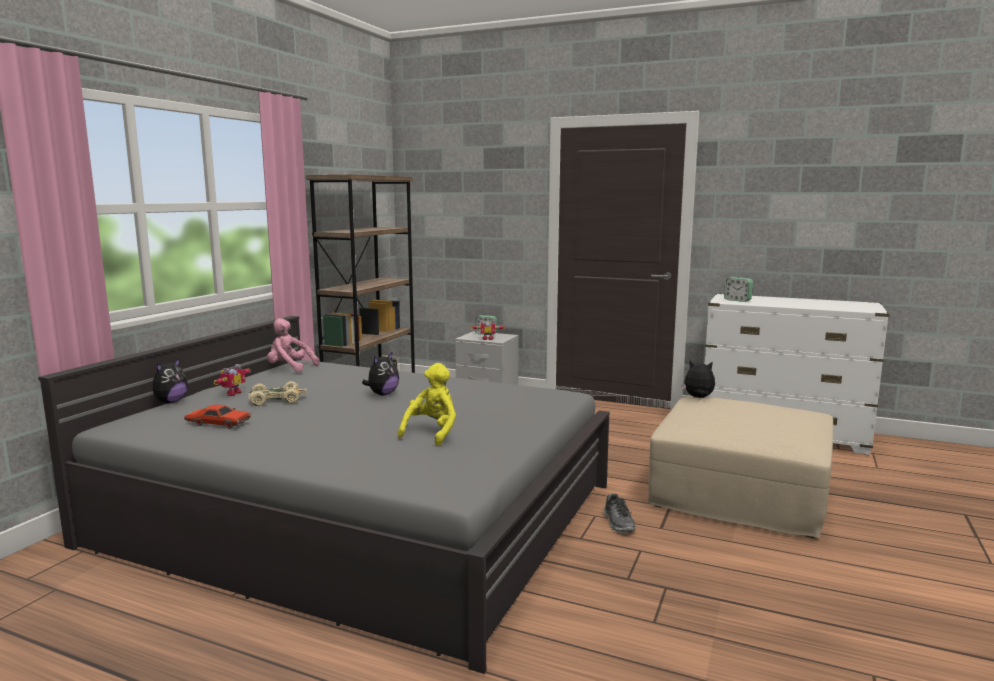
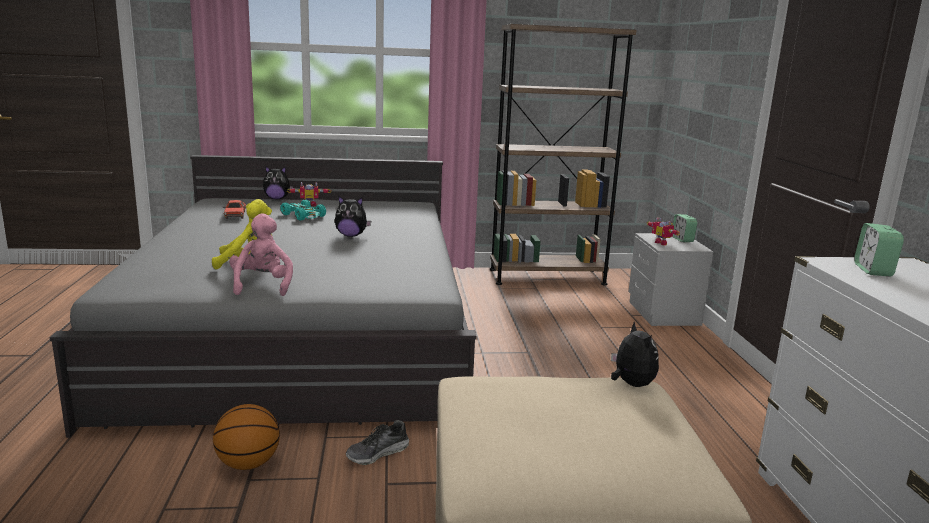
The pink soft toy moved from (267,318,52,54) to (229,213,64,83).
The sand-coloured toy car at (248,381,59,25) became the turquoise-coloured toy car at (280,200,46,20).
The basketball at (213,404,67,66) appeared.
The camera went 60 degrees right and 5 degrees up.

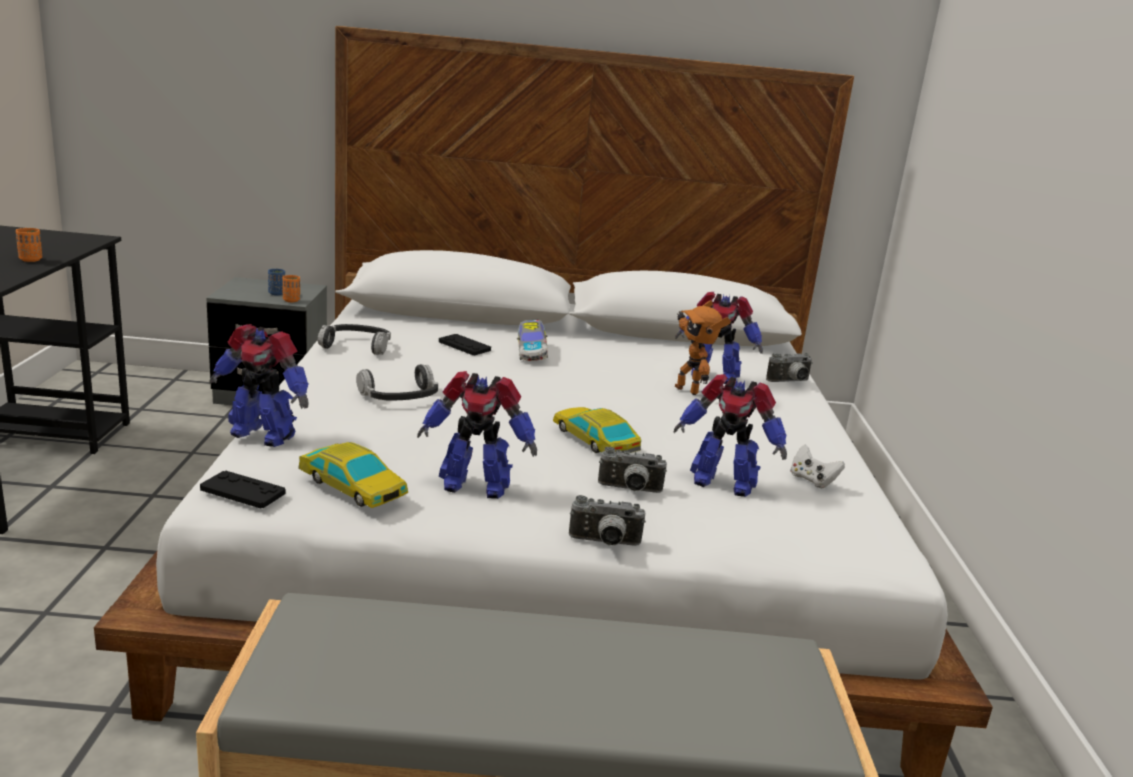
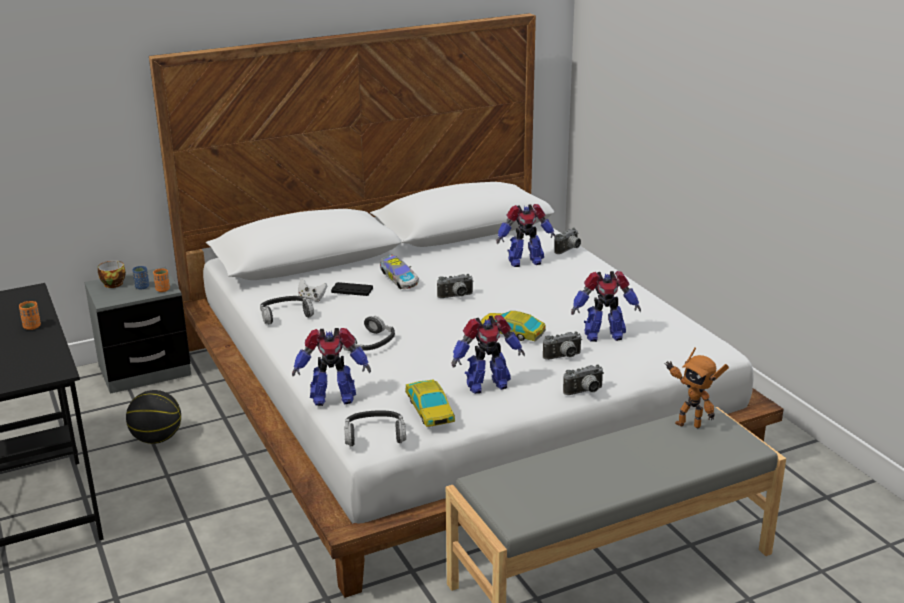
The model robot moved from (675,300,56,95) to (665,348,64,80).
The toy car at (298,442,110,66) turned 60 degrees clockwise.
The white-coloured gamepad moved from (790,444,55,44) to (298,279,29,23).
The black gamepad at (200,471,86,37) was replaced by the headset at (344,410,62,36).
The small cup at (98,261,28,27) appeared.
The still camera at (437,274,37,24) appeared.
The basketball at (126,390,55,54) appeared.
The camera went 25 degrees left and 5 degrees up.

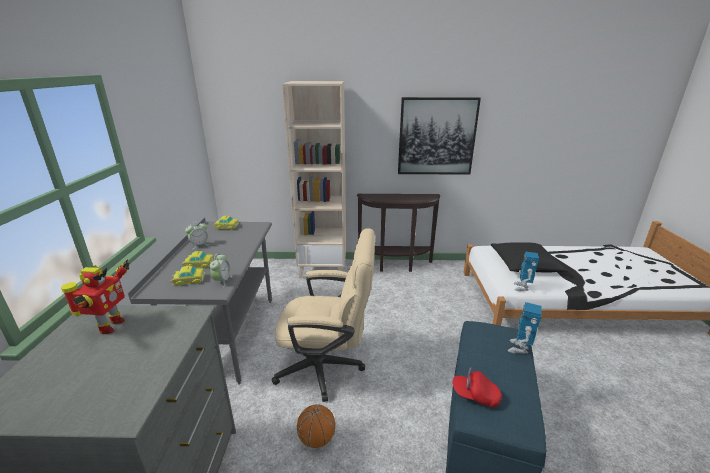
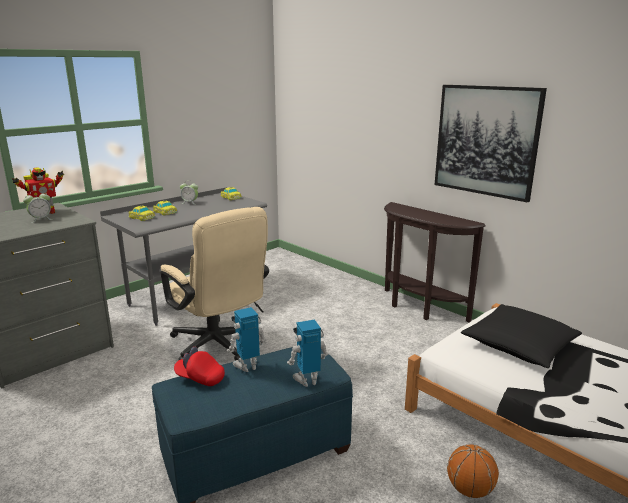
The sand-coloured bookshelf at (282,81,64,197) disappeared.
The model robot moved from (513,252,26,39) to (227,307,39,65).
The alarm clock moved from (210,253,22,34) to (23,190,29,33).
The red cap at (452,367,50,40) turned 45 degrees counterclockwise.
The basketball moved from (297,405,38,43) to (447,445,52,53).
The camera went 45 degrees right and 5 degrees down.

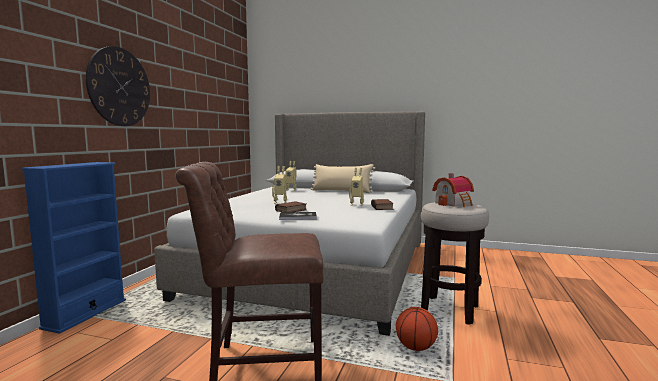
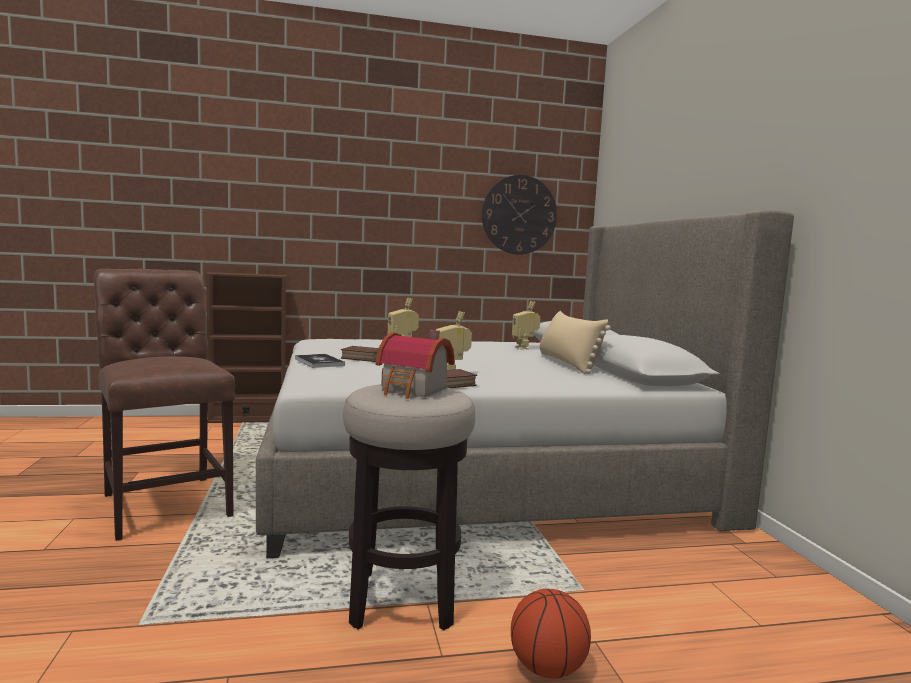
The hanging clock moved from (86,46,64,80) to (482,175,75,80).
The blue bookshelf at (22,162,104,172) became the brown-coloured bookshelf at (204,272,83,151).
The basketball moved from (396,307,42,44) to (511,589,80,90).
The camera went 60 degrees right and 0 degrees up.

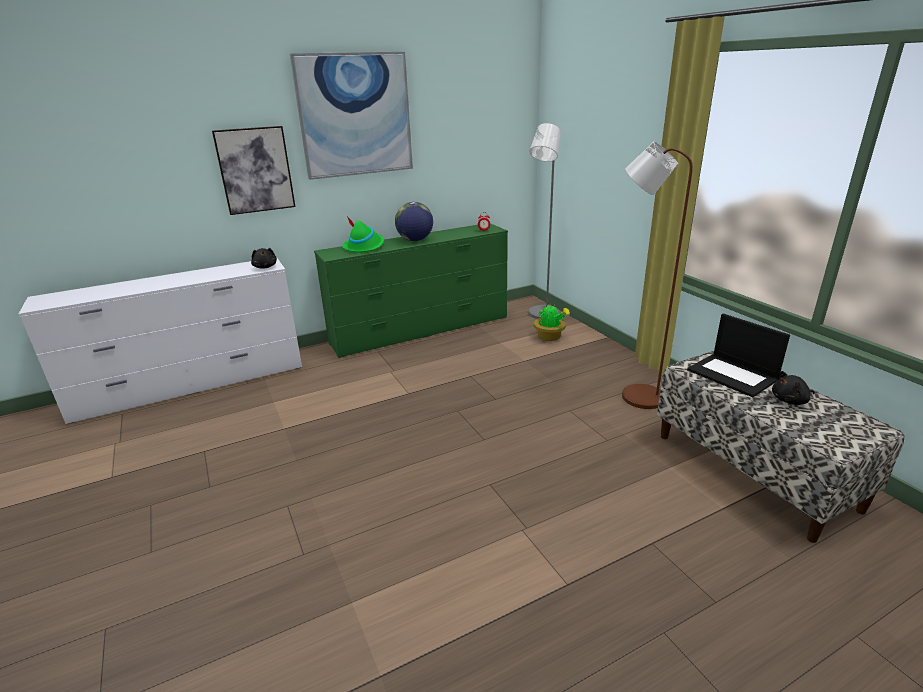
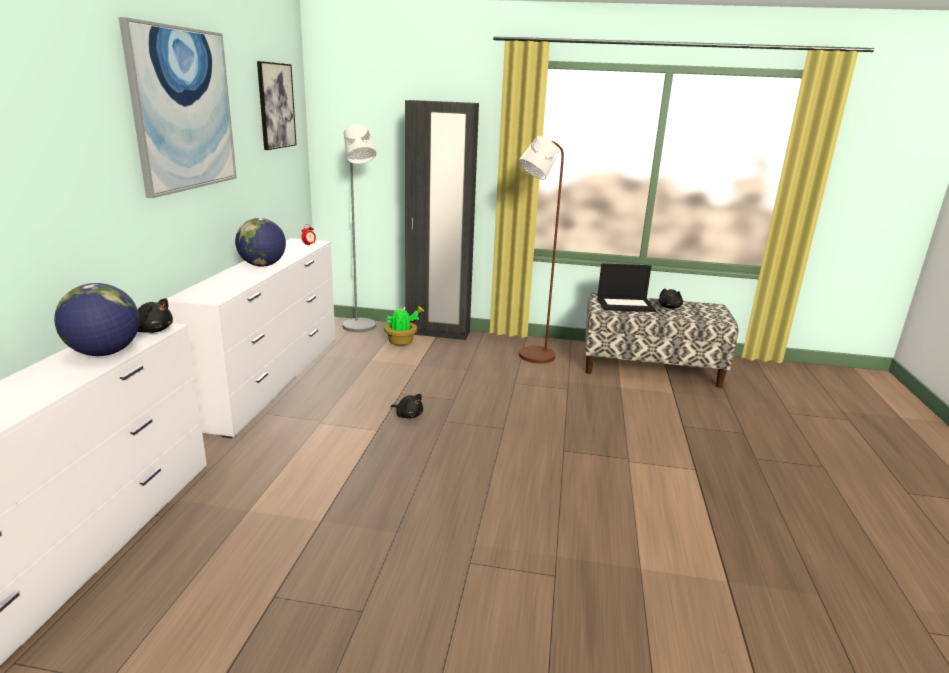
The picture moved from (212,126,84,89) to (257,61,39,89).
The green-coloured hat at (342,216,42,37) disappeared.
The green-coloured chest of drawers at (314,223,194,135) became the white-coloured chest of drawers at (166,238,169,200).
The black wardrobe at (405,100,74,240) appeared.
The globe at (54,283,86,73) appeared.
The black soft toy at (391,394,32,25) appeared.
The camera went 55 degrees left and 5 degrees down.

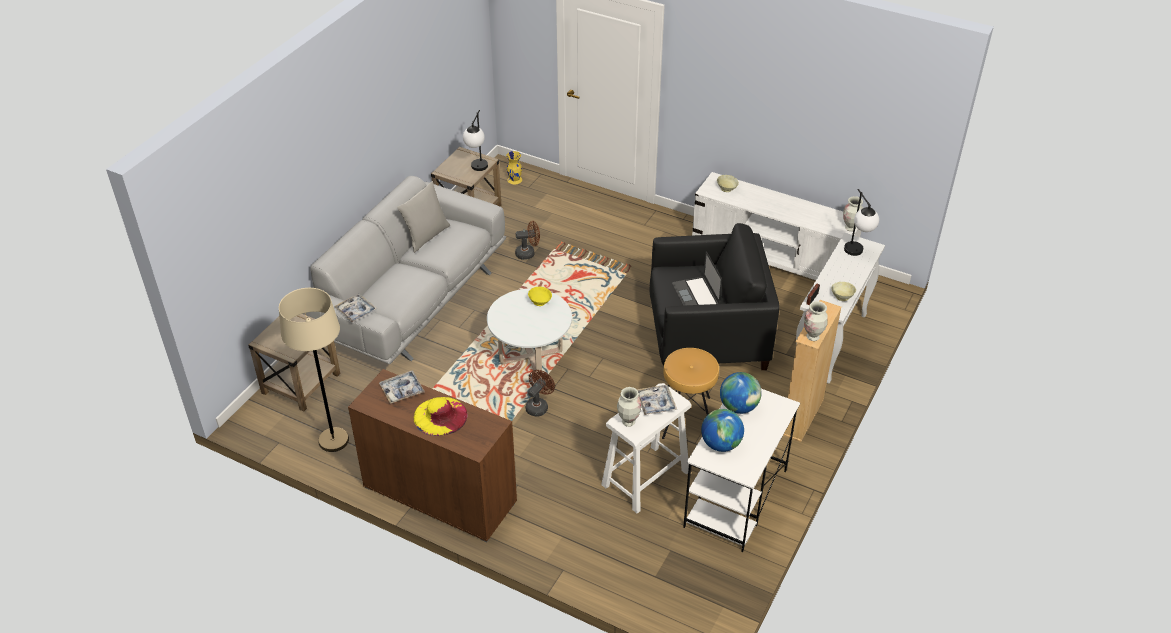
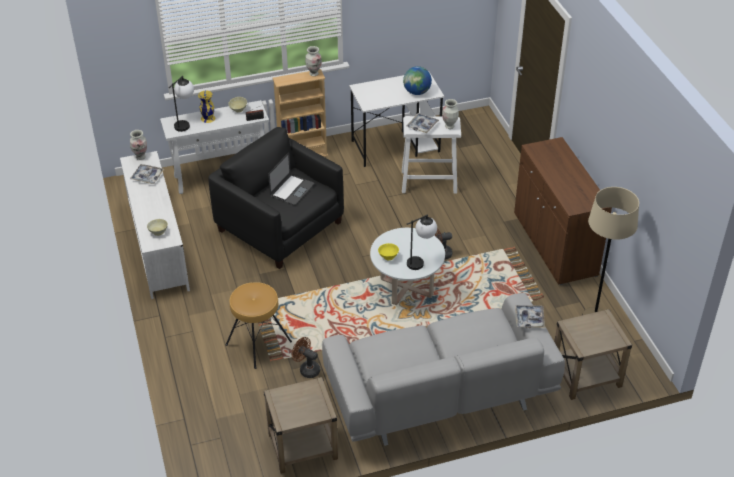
The table lamp moved from (463,110,25,61) to (407,215,30,55).
The yellow-coloured flower vase moved from (506,151,16,33) to (198,91,17,32).
The gray pillow at (397,181,53,72) disappeared.
The brown-coloured stool moved from (662,348,57,91) to (226,282,66,87).
The carrying tray moved from (379,370,46,34) to (130,164,34,20).
The globe at (720,372,42,42) disappeared.
The yellow-coloured hat at (414,397,54,39) disappeared.
The camera went 135 degrees left and 0 degrees up.

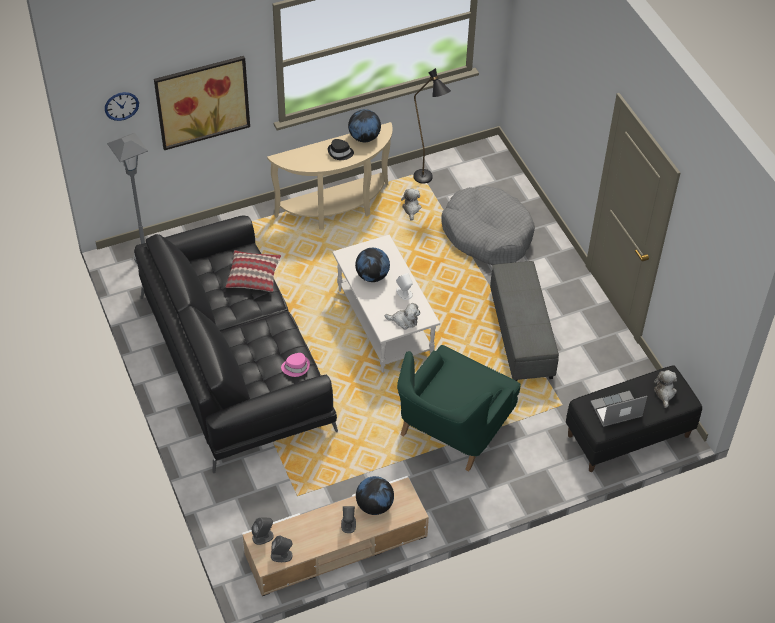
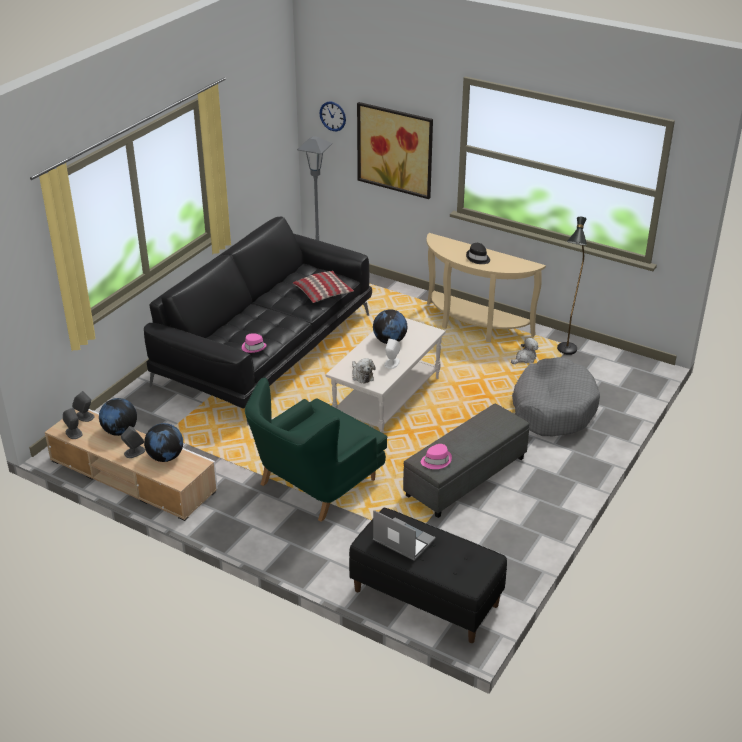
The globe moved from (348,109,33,33) to (99,398,38,38).
The green-coloured lounge chair at (397,345,124,127) turned 45 degrees counterclockwise.
The soft toy at (654,370,23,38) disappeared.
The pink hat at (421,444,31,25) appeared.
The camera went 55 degrees right and 15 degrees down.

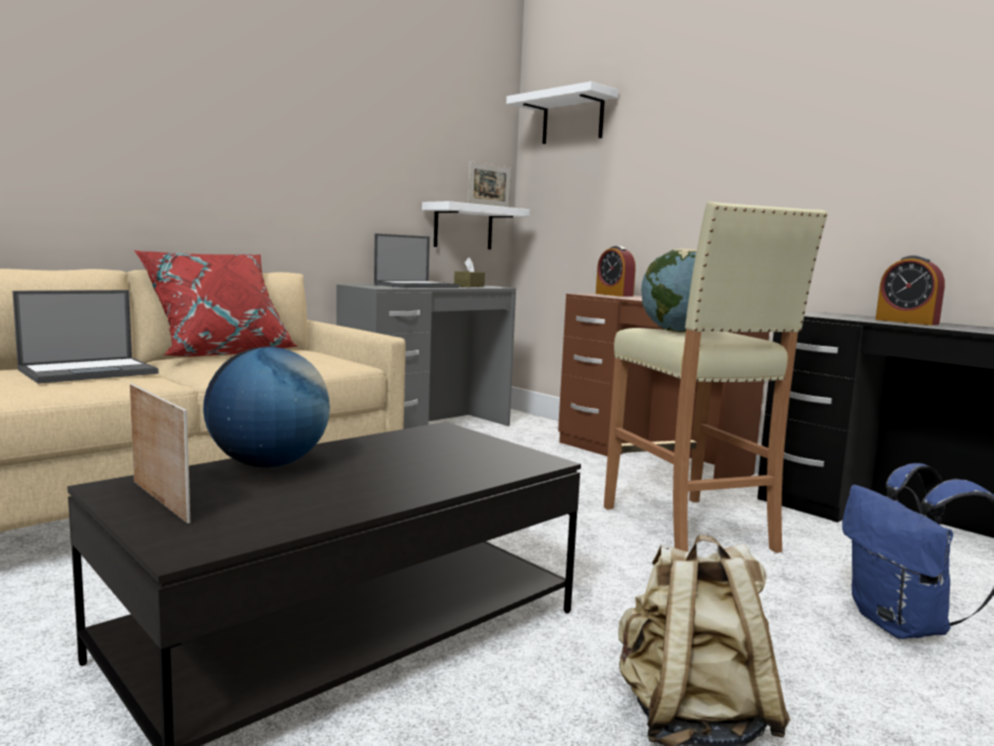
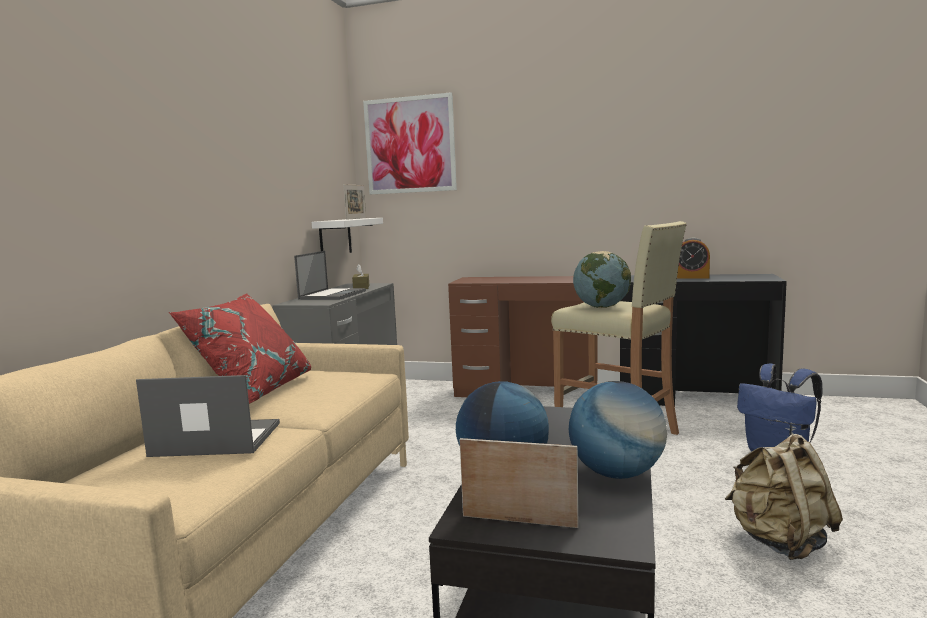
The white-coloured shelf at (506,81,112,63) was replaced by the picture at (363,92,94,102).
The alarm clock at (596,246,40,51) disappeared.
The notebook computer at (12,290,146,94) turned 105 degrees counterclockwise.
The globe at (569,381,98,98) appeared.
The camera went 30 degrees left and 0 degrees up.

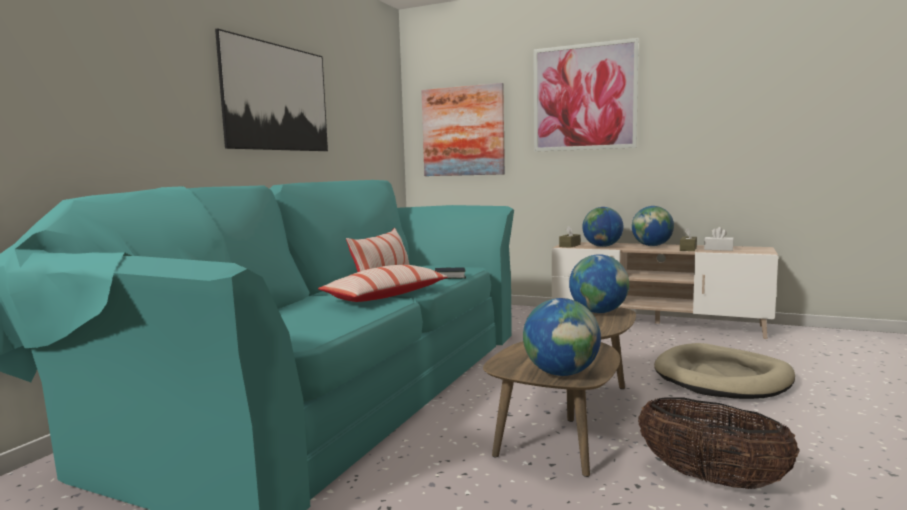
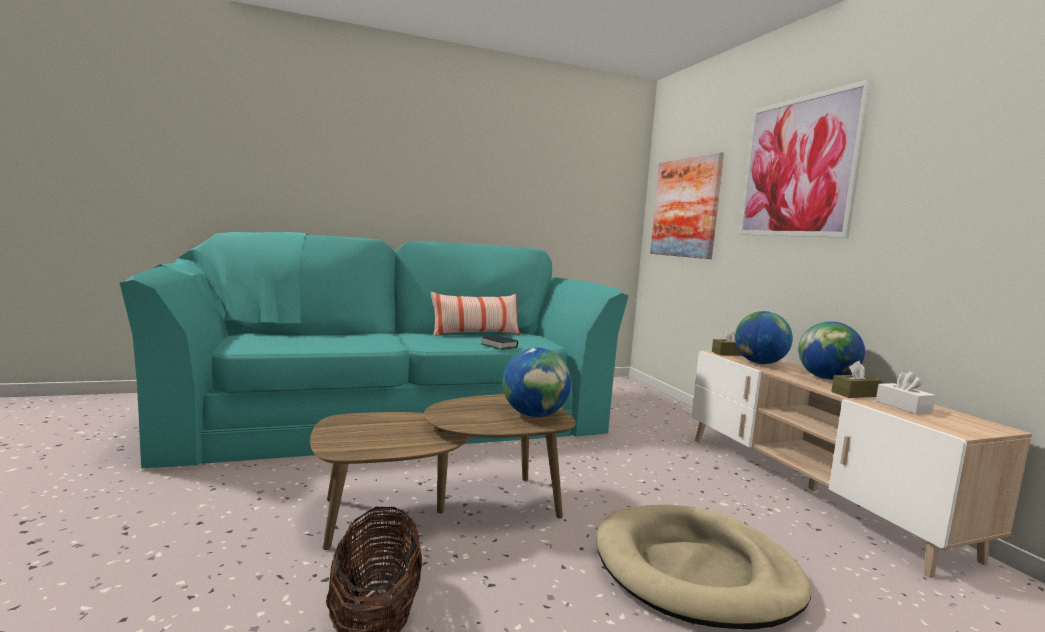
The picture at (215,28,113,123) disappeared.
The pillow at (318,265,130,37) disappeared.
The globe at (523,298,78,78) disappeared.
The camera went 45 degrees right and 0 degrees up.

